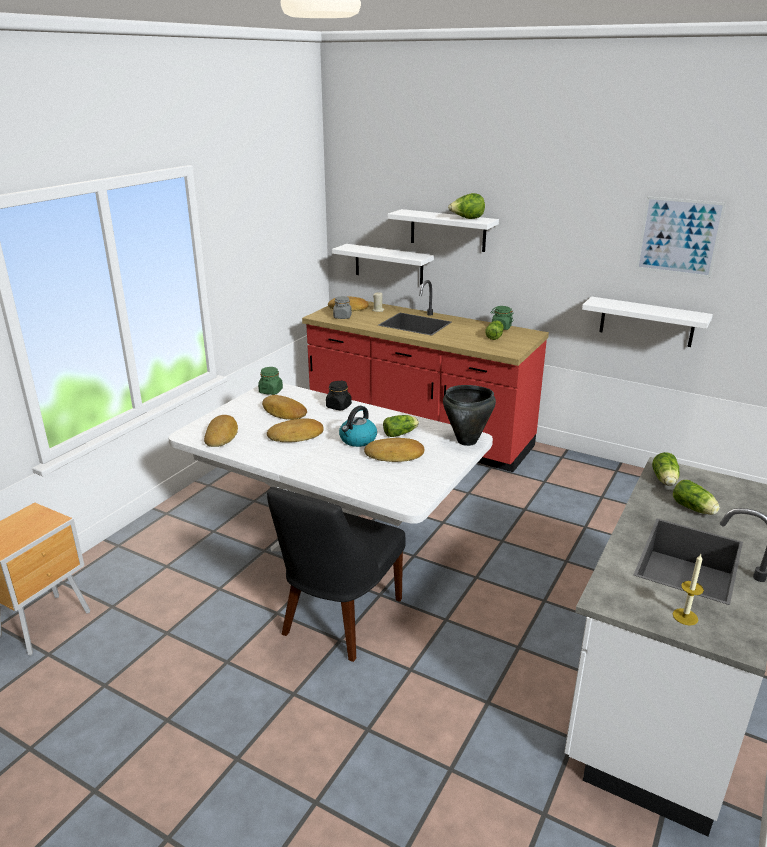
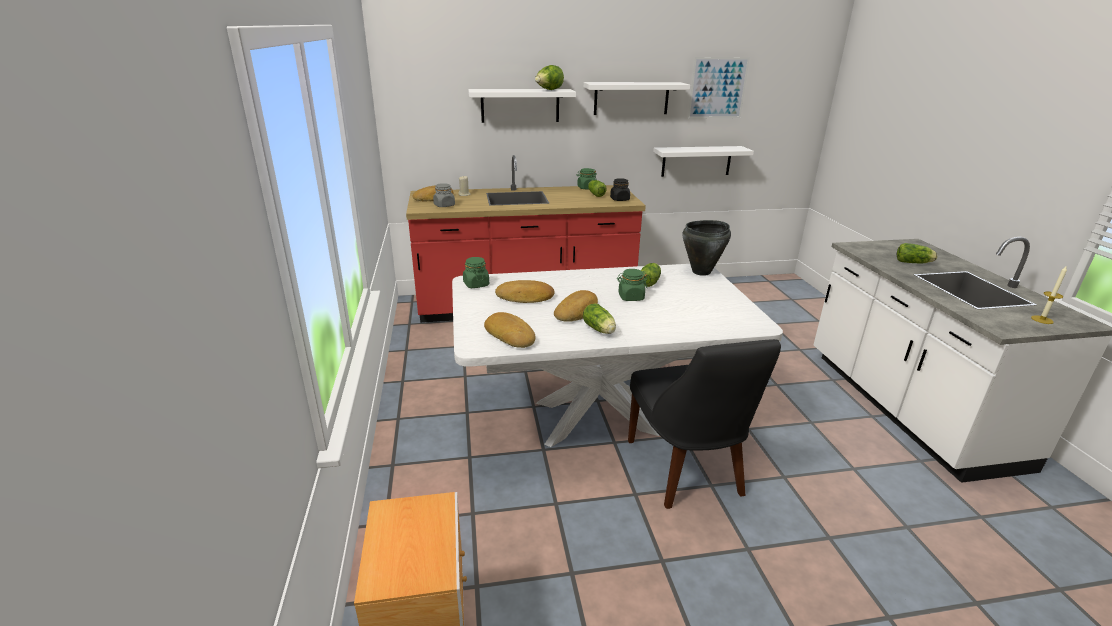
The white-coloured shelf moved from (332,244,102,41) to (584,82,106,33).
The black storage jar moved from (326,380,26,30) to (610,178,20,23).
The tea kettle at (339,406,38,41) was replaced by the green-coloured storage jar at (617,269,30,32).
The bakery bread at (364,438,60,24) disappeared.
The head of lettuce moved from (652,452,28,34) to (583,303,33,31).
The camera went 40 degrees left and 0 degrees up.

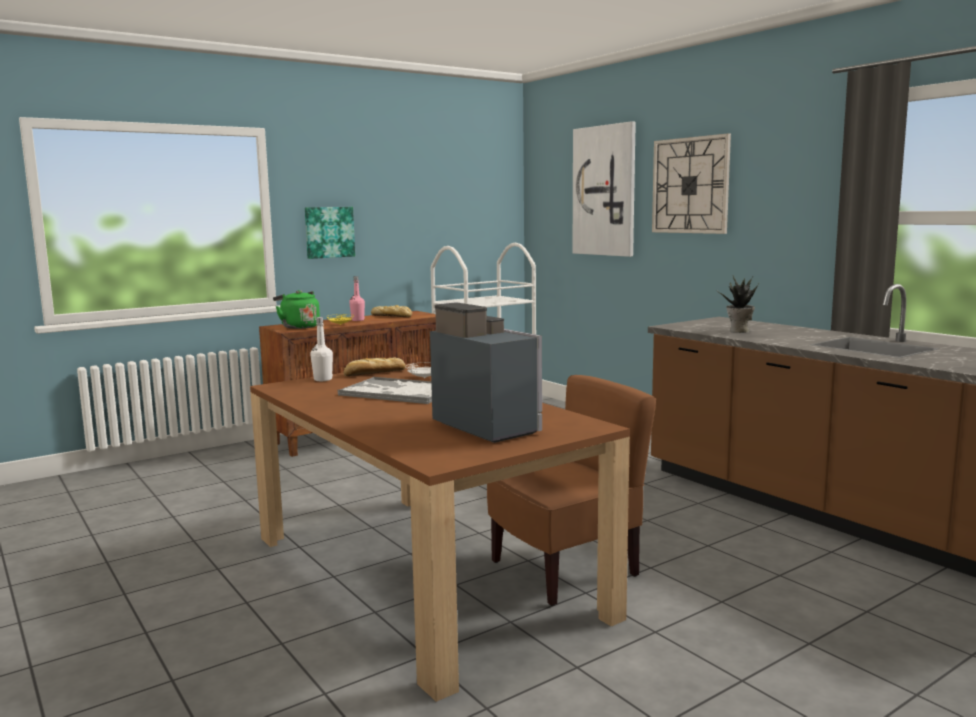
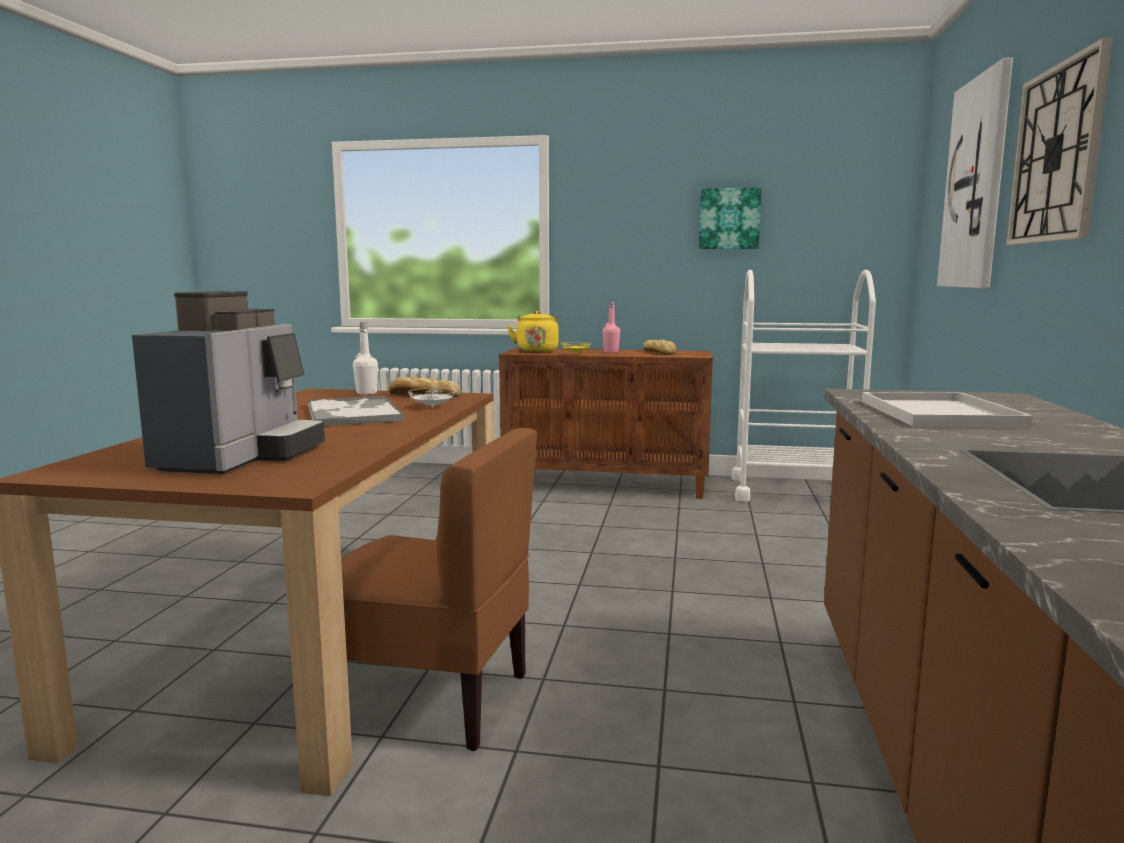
The picture moved from (305,207,50,52) to (699,187,63,62).
The houseplant at (719,275,39,58) was replaced by the white-coloured carrying tray at (862,392,171,36).
The green-coloured tea kettle at (273,290,47,39) became the yellow-coloured tea kettle at (508,311,50,42).
The camera went 45 degrees right and 0 degrees up.

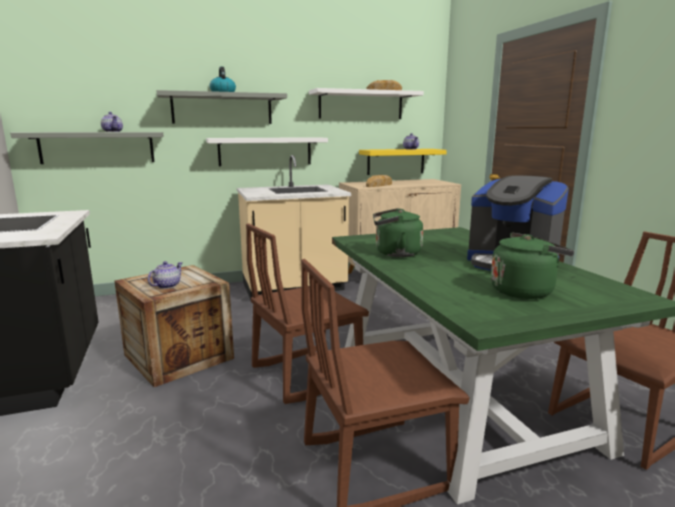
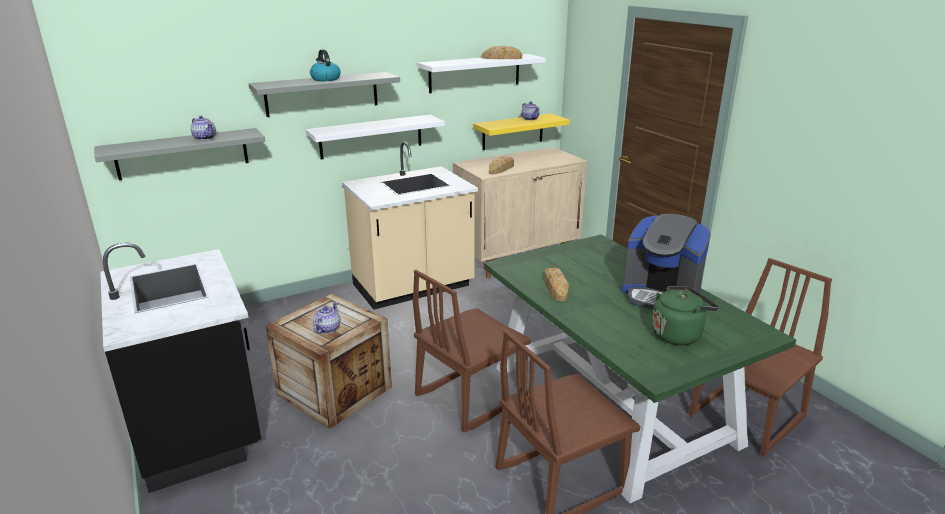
The green-coloured tea kettle at (373,208,50,49) was replaced by the bakery bread at (544,268,25,33).
The camera went 10 degrees left and 10 degrees up.

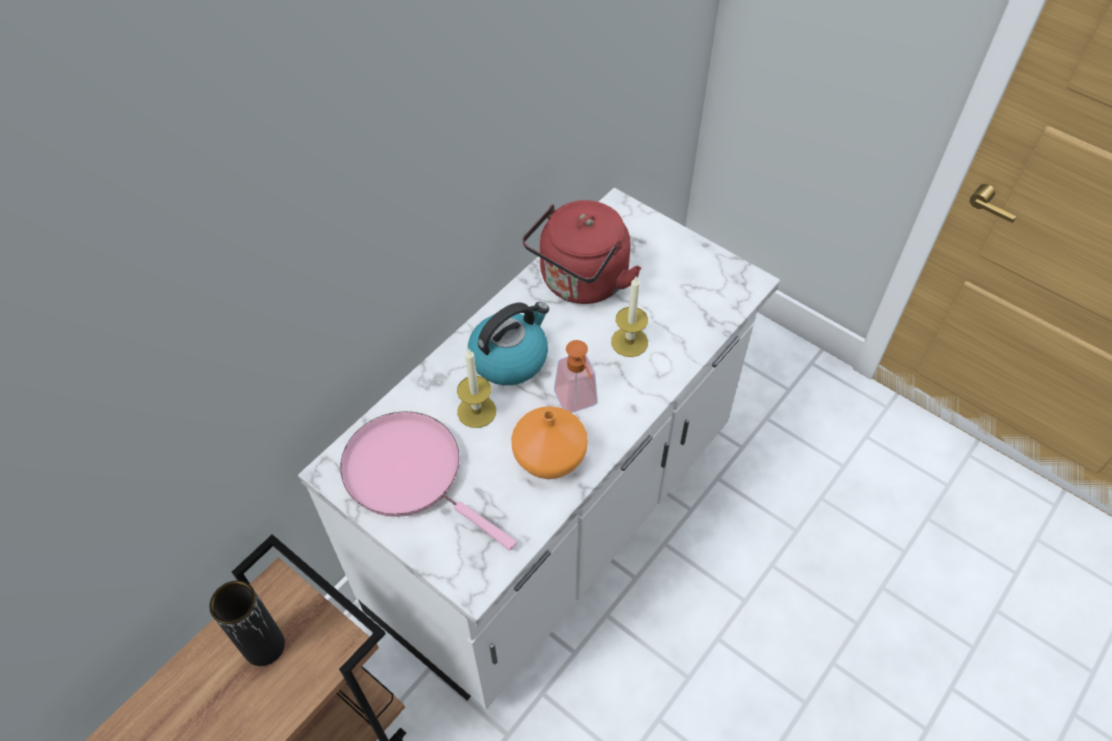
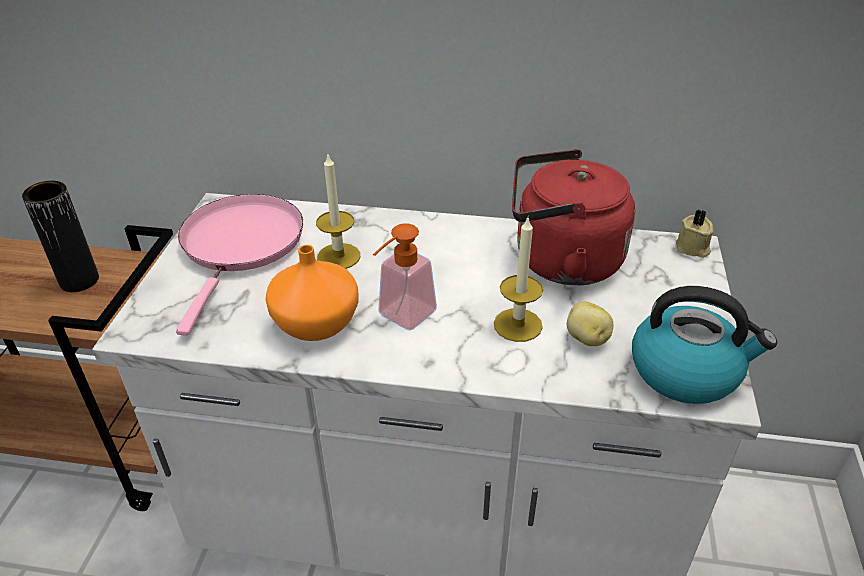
The tea kettle moved from (468,302,81,84) to (632,286,145,118).
The sand-coloured wax light at (676,209,37,49) appeared.
The spud at (567,302,46,44) appeared.
The camera went 60 degrees right and 15 degrees down.

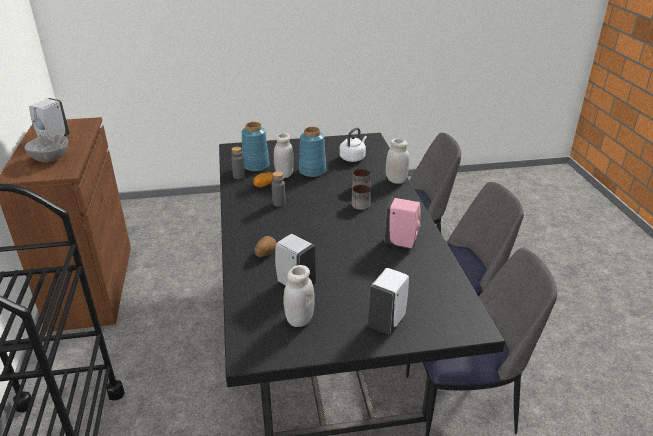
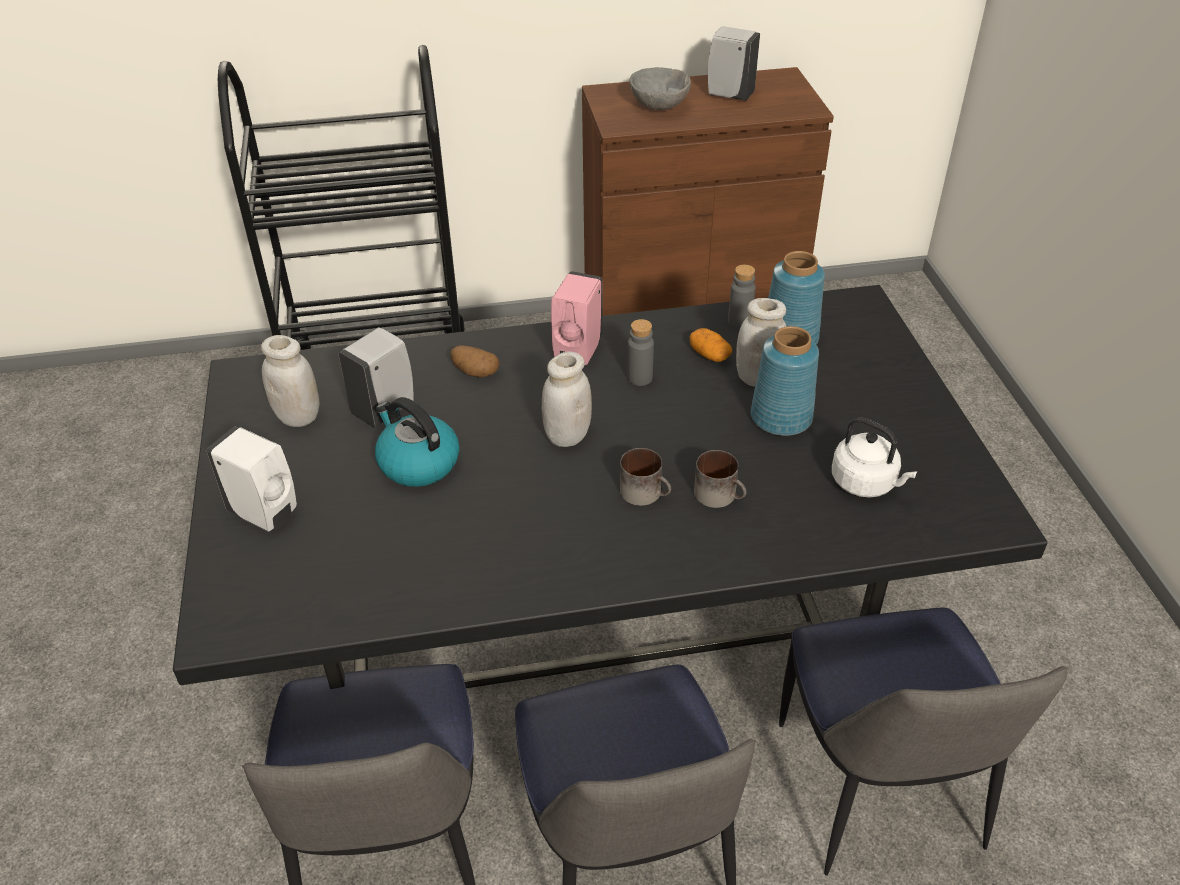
The white-coloured storage jar moved from (386,139,24,45) to (542,351,50,96).
The pink soap bottle moved from (385,198,36,51) to (551,271,52,94).
The tea kettle at (375,397,84,90) appeared.
The camera went 90 degrees right and 10 degrees up.

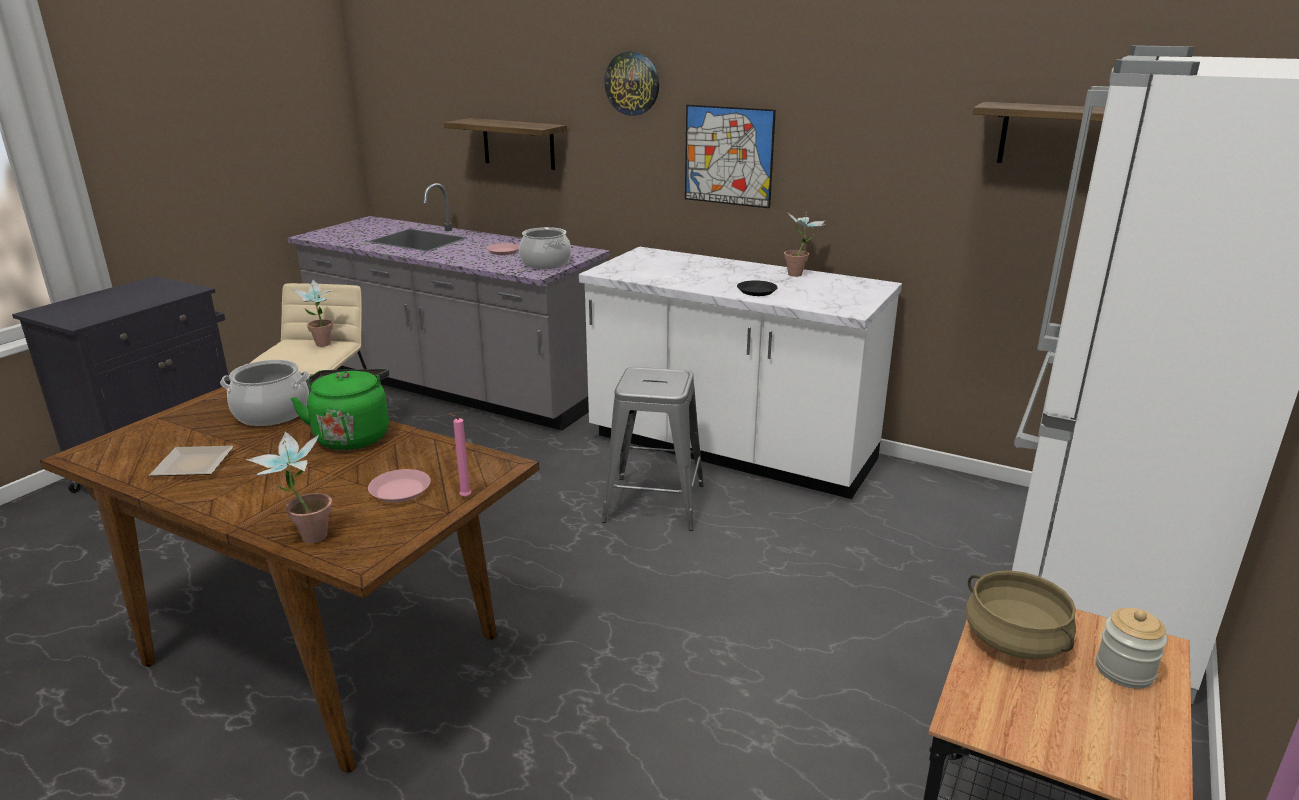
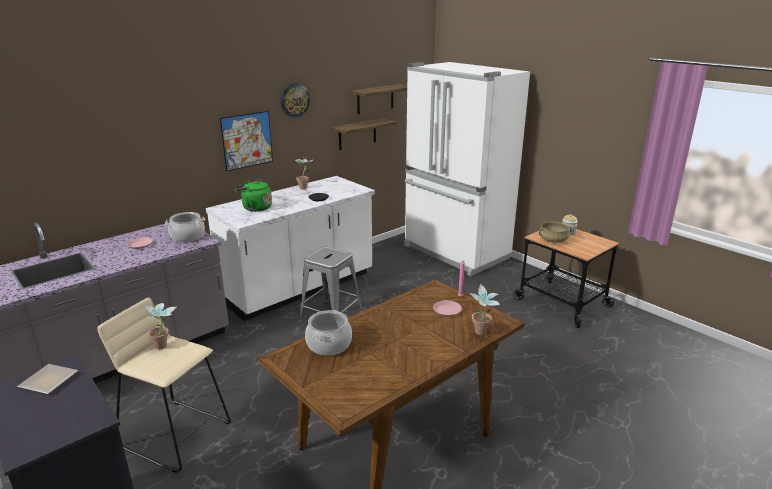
The hanging clock moved from (604,51,55,65) to (280,83,30,35).
The shelf moved from (444,118,123,52) to (331,118,65,32).
The green-coloured tea kettle moved from (290,369,99,81) to (235,179,37,33).
The dinner plate moved from (149,446,85,30) to (17,364,61,30).
The camera went 70 degrees left and 0 degrees up.

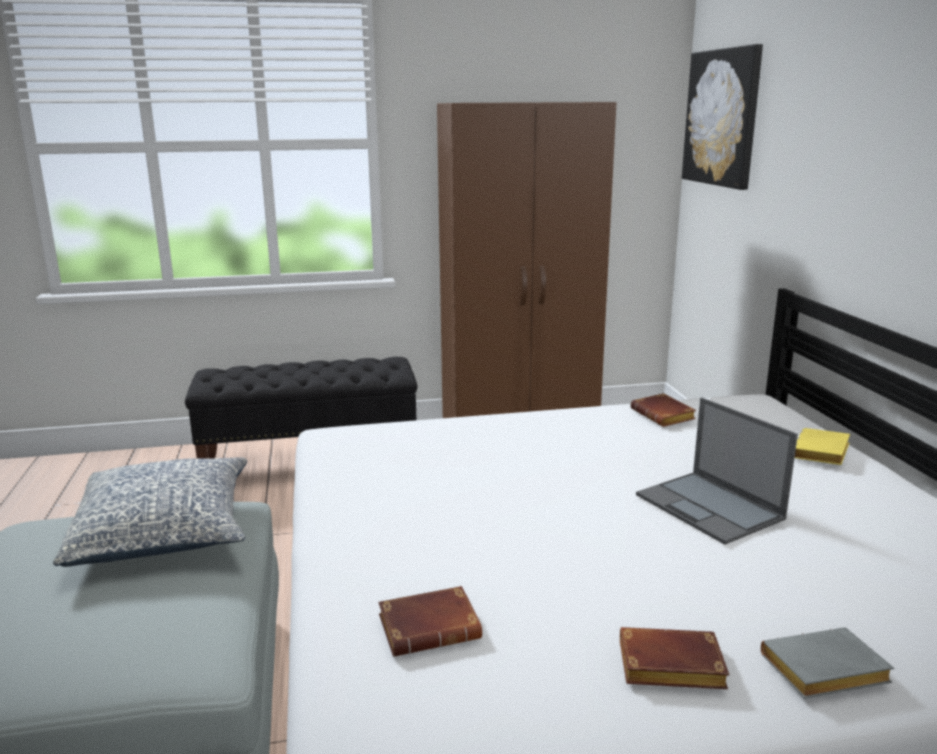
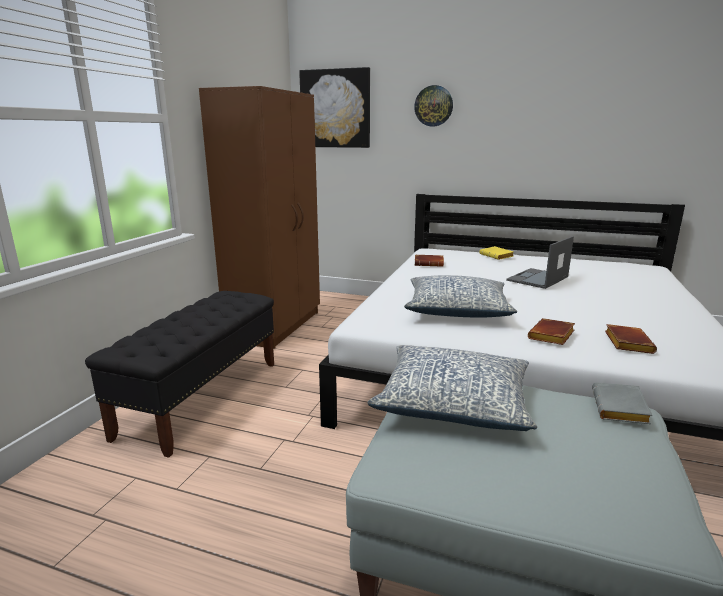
The notebook computer at (636,397,162,148) turned 135 degrees clockwise.
The brown-coloured book moved from (620,627,109,62) to (528,318,47,27).
The gray book moved from (761,627,133,72) to (592,382,60,42).
The hanging clock at (414,85,39,42) appeared.
The pillow at (404,275,113,43) appeared.
The camera went 60 degrees left and 0 degrees up.

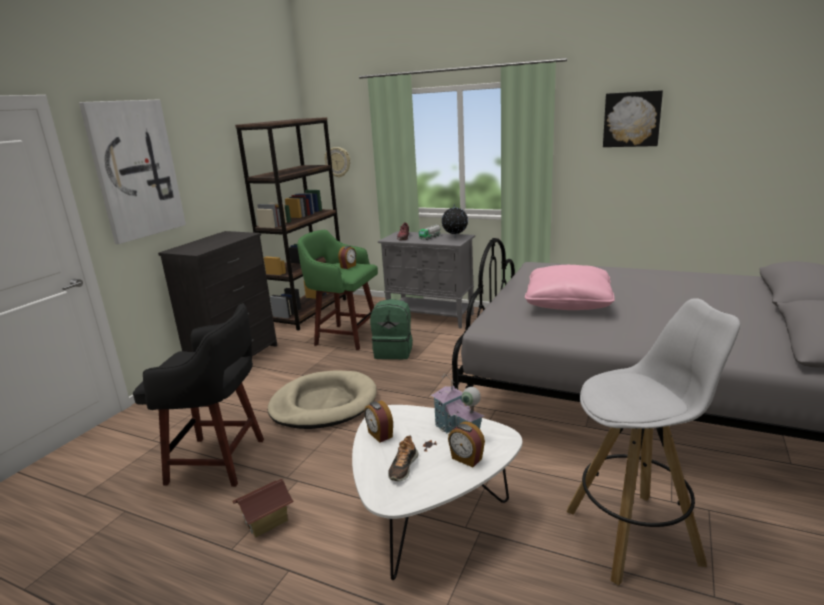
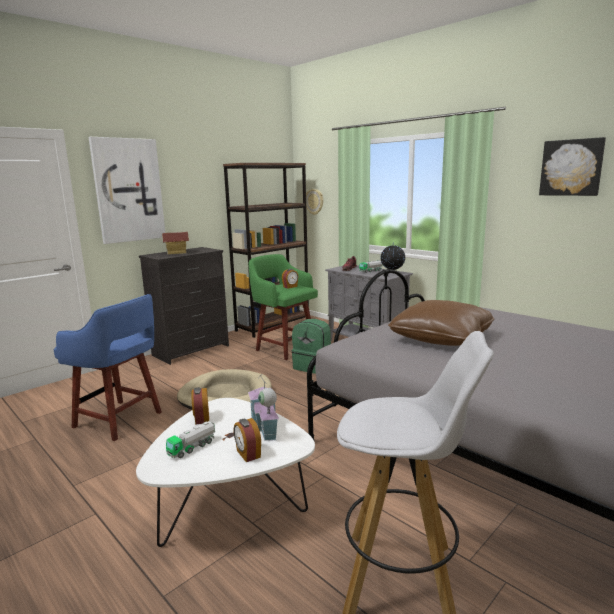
The pink pillow at (525,265,90,45) became the brown-coloured pillow at (388,300,106,46).
The black stool at (133,303,131,184) became the blue stool at (54,294,108,147).
The item of footwear at (388,435,30,46) was replaced by the toy truck at (166,421,49,37).
The model house moved from (232,479,62,58) to (162,232,27,23).
The camera went 20 degrees right and 5 degrees down.

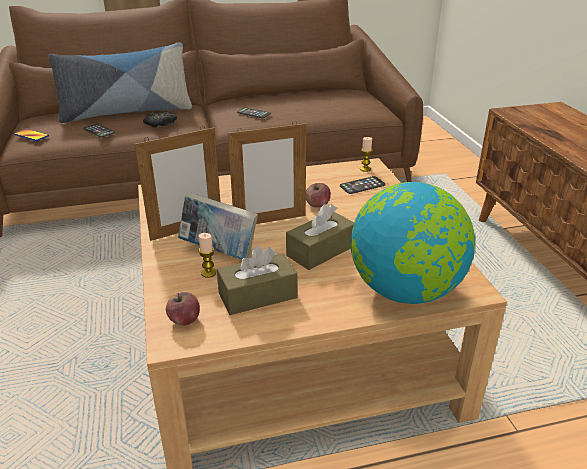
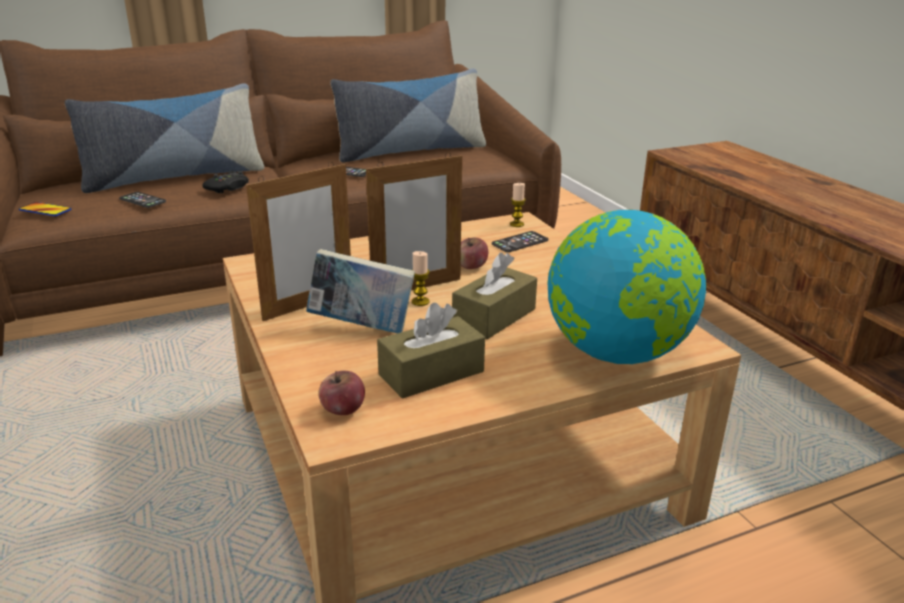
The wax light moved from (198,233,18,45) to (412,251,17,55).
The pillow at (330,68,156,95) appeared.
The camera went 10 degrees left and 5 degrees down.

